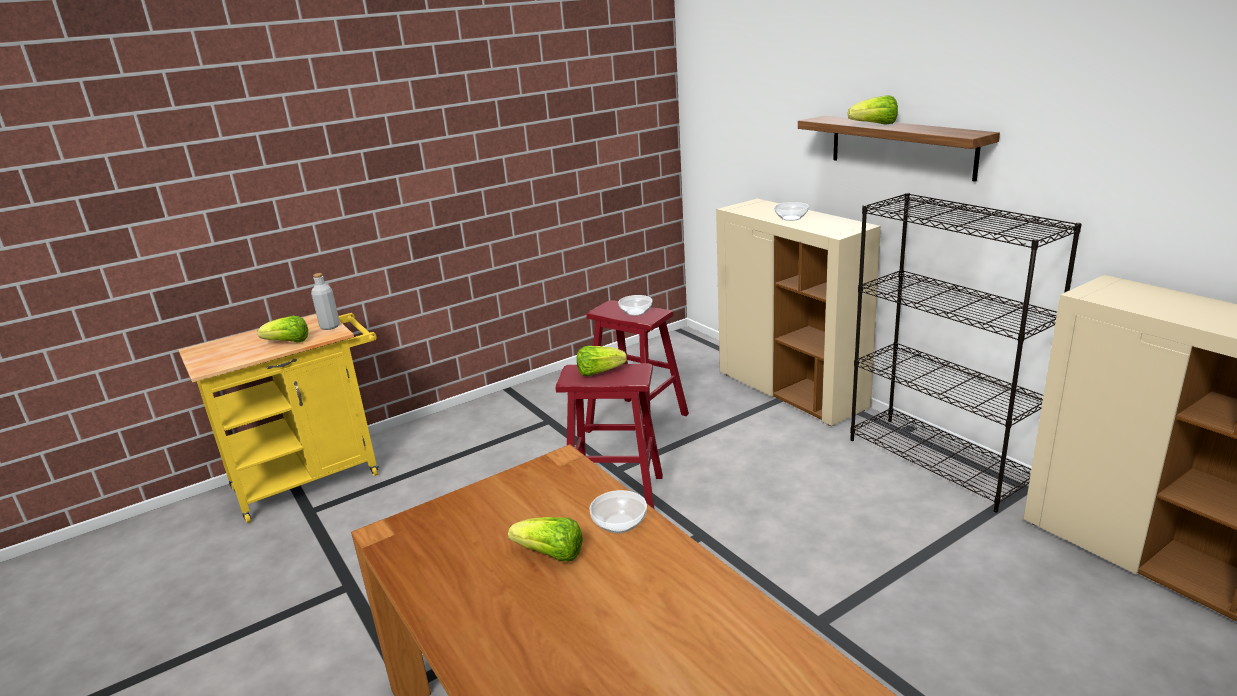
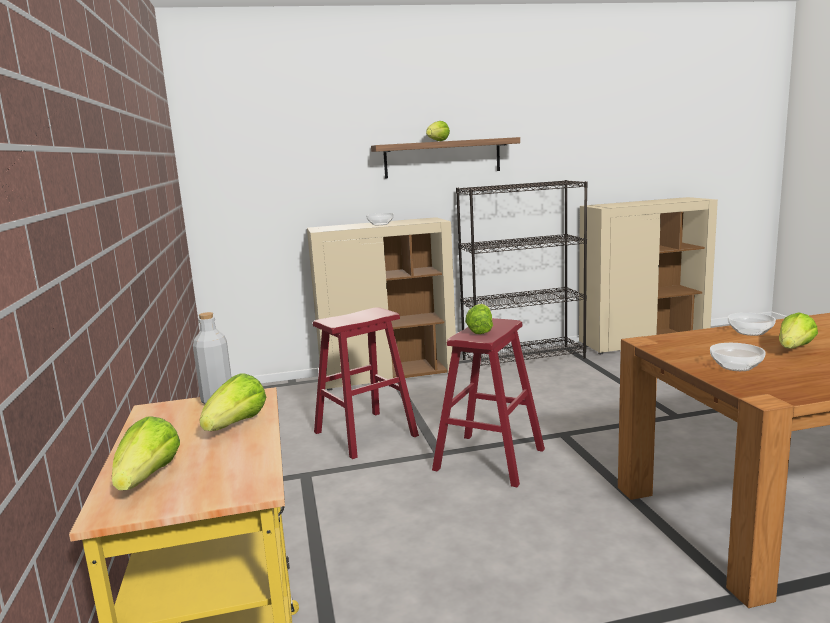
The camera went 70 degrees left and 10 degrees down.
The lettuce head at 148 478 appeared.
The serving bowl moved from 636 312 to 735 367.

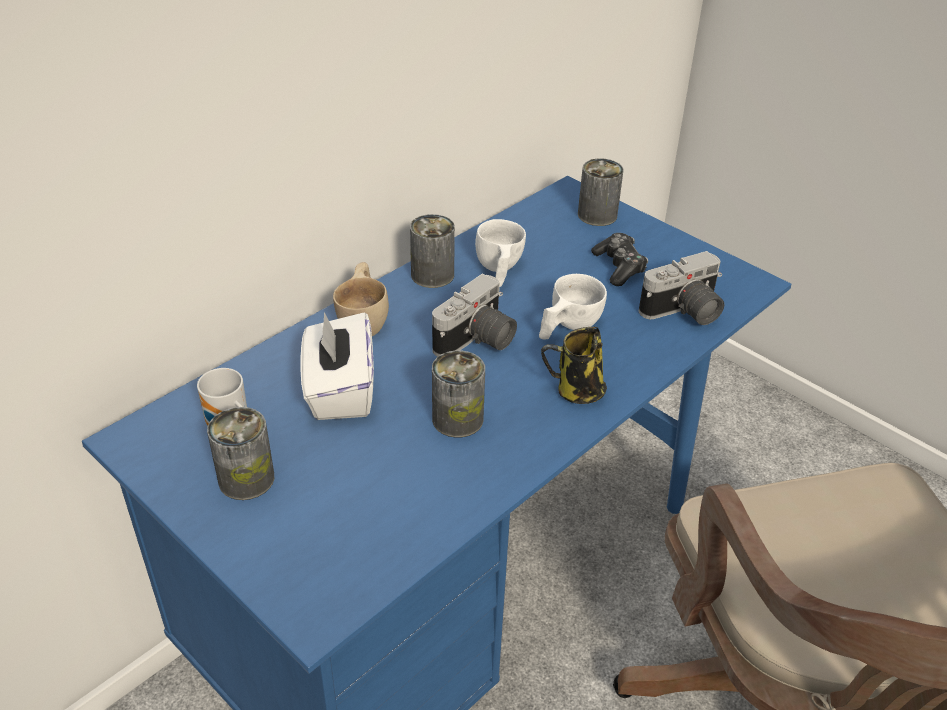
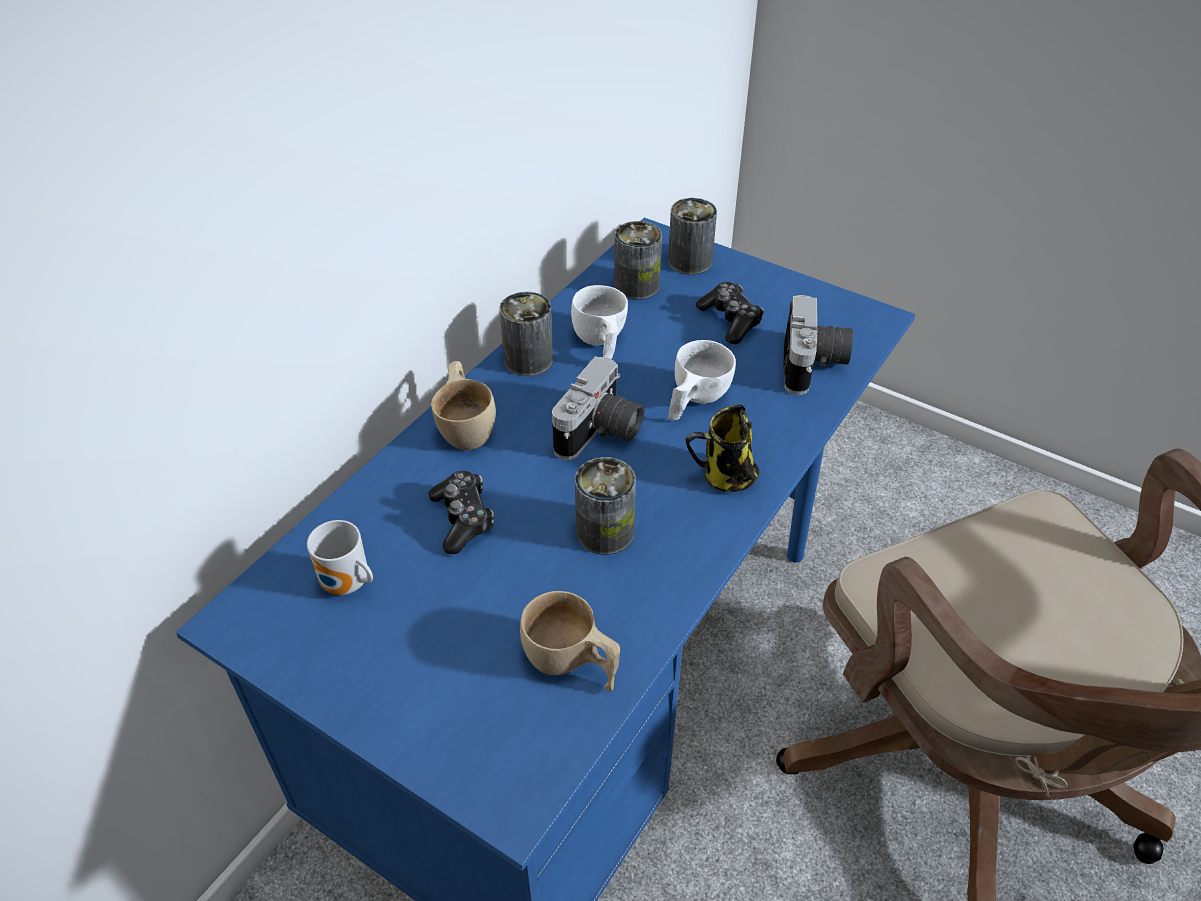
The camera went 10 degrees left and 5 degrees up.
The white-coloured tissue box at 340 391 was replaced by the game controller at 463 519.
The beige small cup at 571 664 appeared.
The sealed can moved from 246 479 to 636 285.
The photo camera at 684 313 turned 45 degrees counterclockwise.

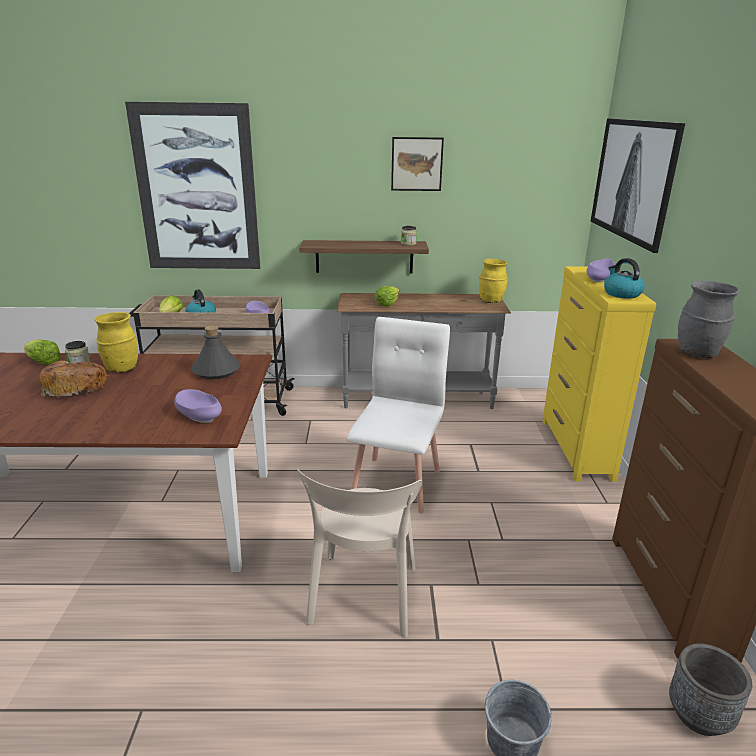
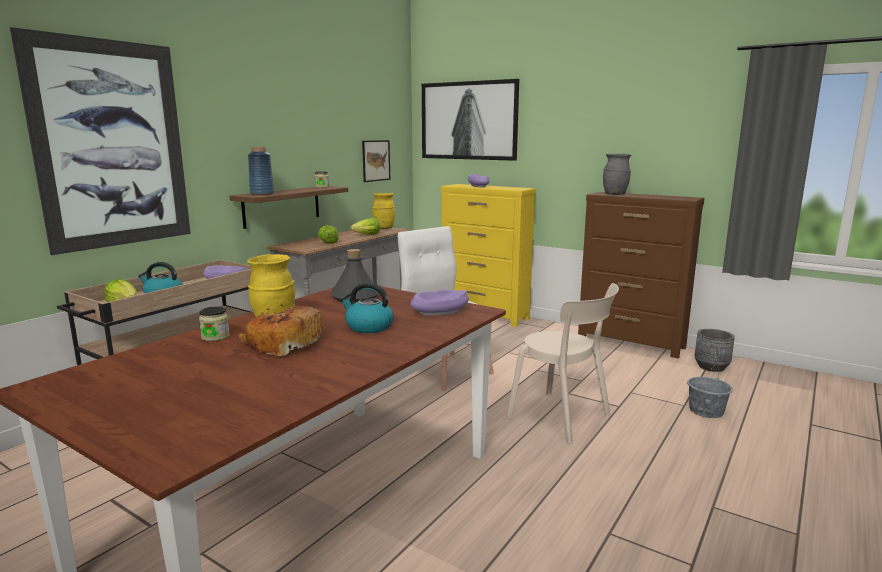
The camera went 55 degrees left and 10 degrees down.
The blue decorative vase at 262 194 appeared.
The water kettle moved from 621 294 to 368 327.
The lettuce head moved from 42 362 to 367 235.
The picture moved from 416 164 to 376 160.

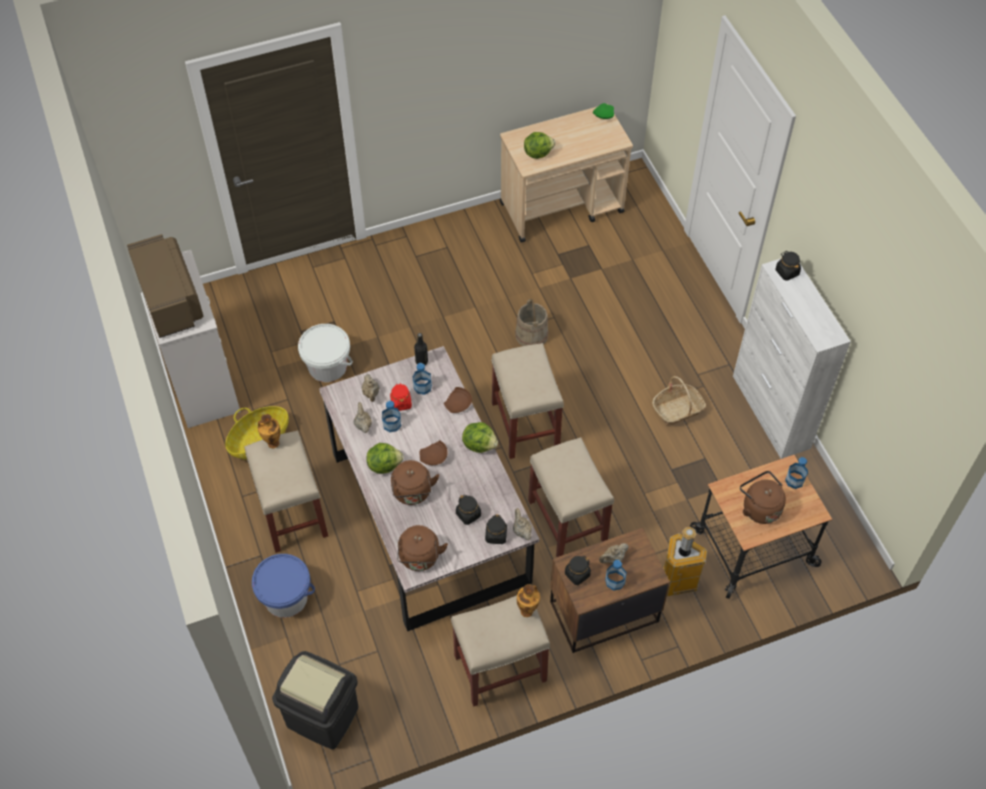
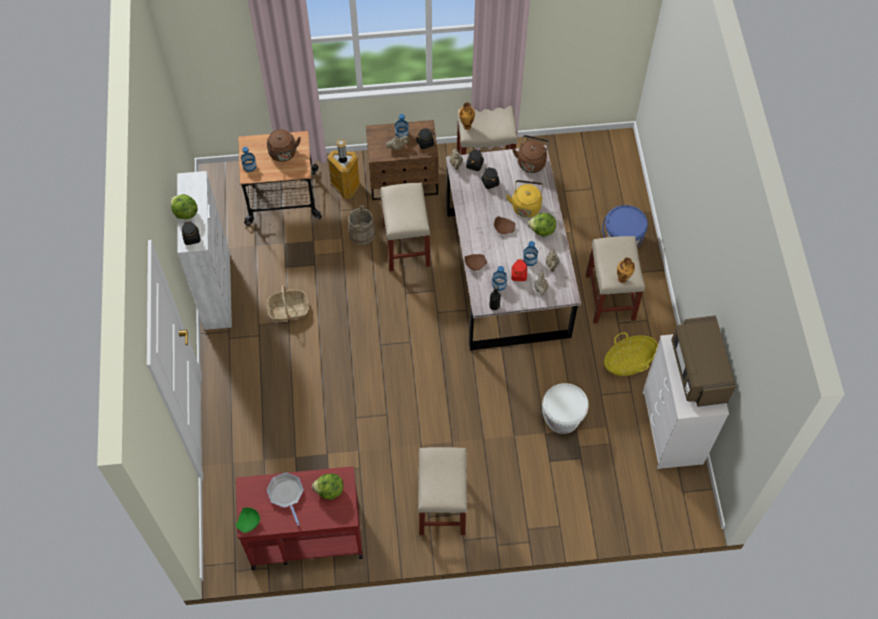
The camera went 165 degrees left and 5 degrees up.
The lettuce head moved from 479 444 to 185 213.
The beige trolley at 562 207 became the red-coloured trolley at 305 535.
The frying pan at 286 494 appeared.
The beige pail moved from 531 335 to 361 233.
The beige stool seat moved from 526 425 to 442 504.
The brownish water kettle at 412 493 became the yellow-coloured water kettle at 526 205.
The black-coloured trash can at 322 717 disappeared.

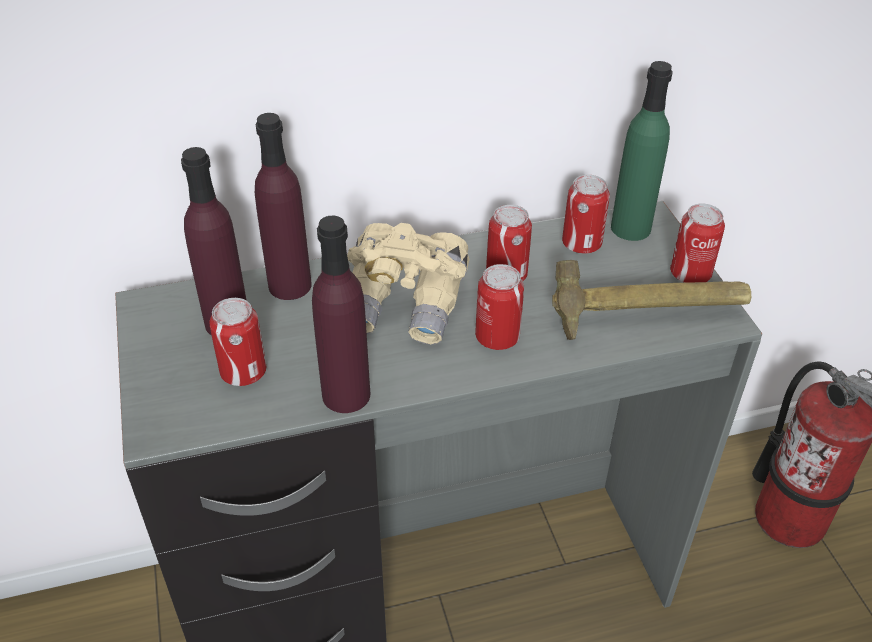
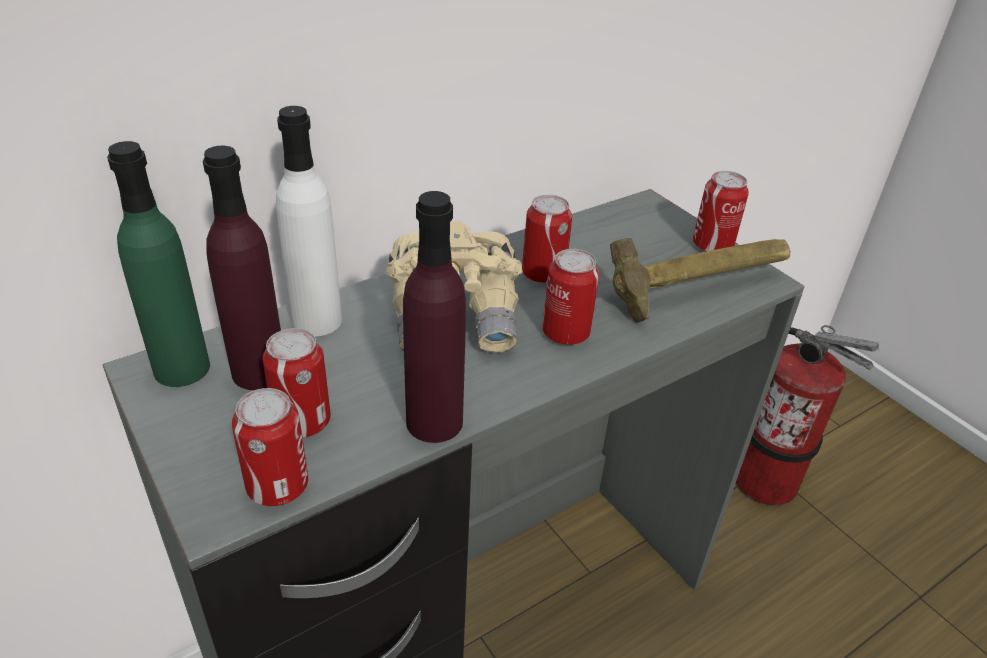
The camera went 20 degrees left and 5 degrees down.
The greenish bottle moved from 630 228 to 182 368.
The sealed can moved from 581 244 to 278 486.
The purple bottle at 290 285 became the white-coloured bottle at 317 320.

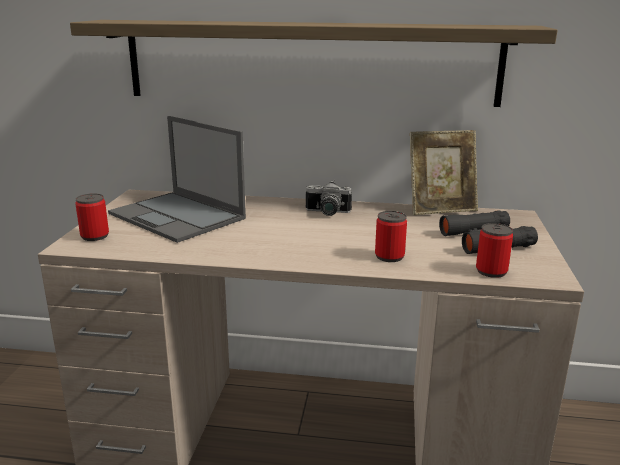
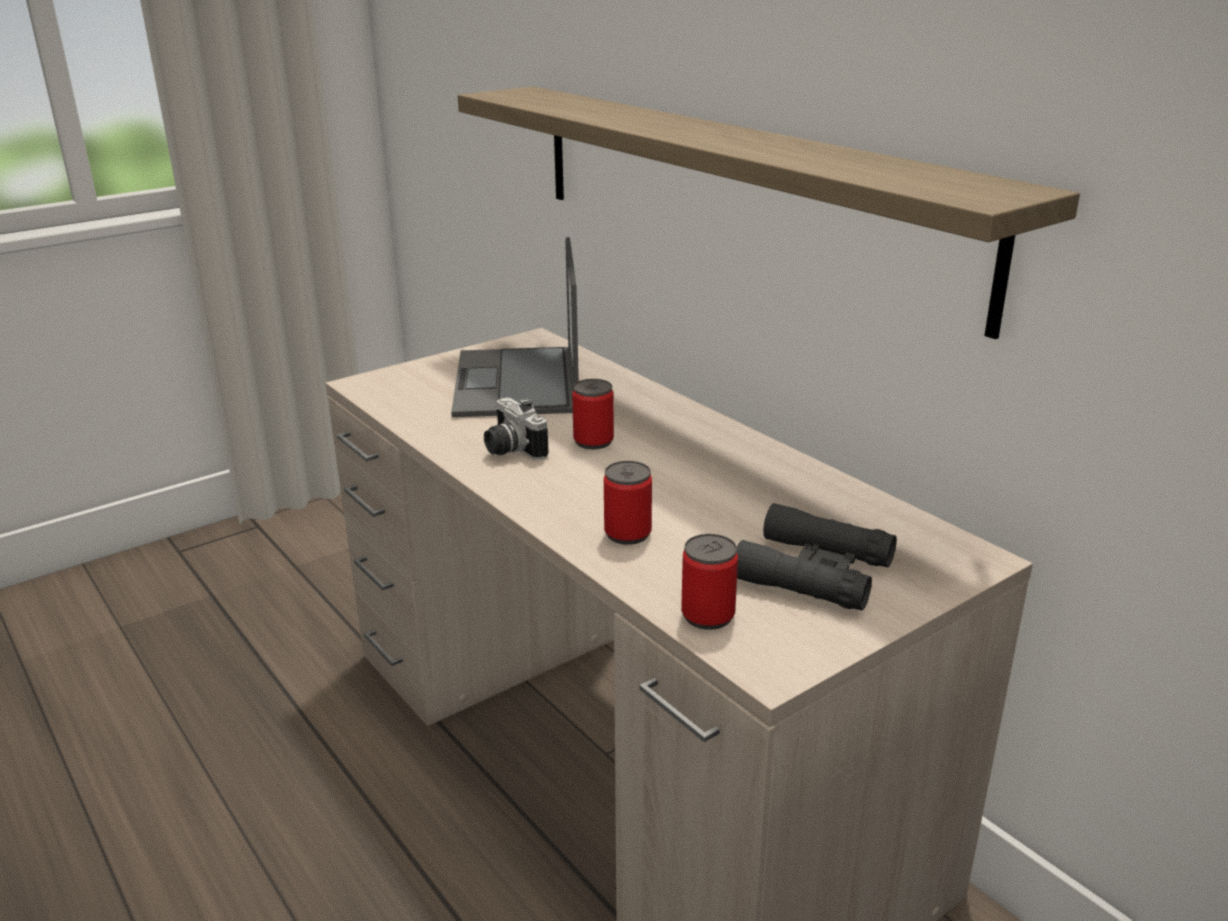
The camera went 45 degrees right and 5 degrees up.
The photo camera moved from 327 213 to 510 449.
The sealed can moved from 95 236 to 593 441.
The picture frame at 441 209 disappeared.

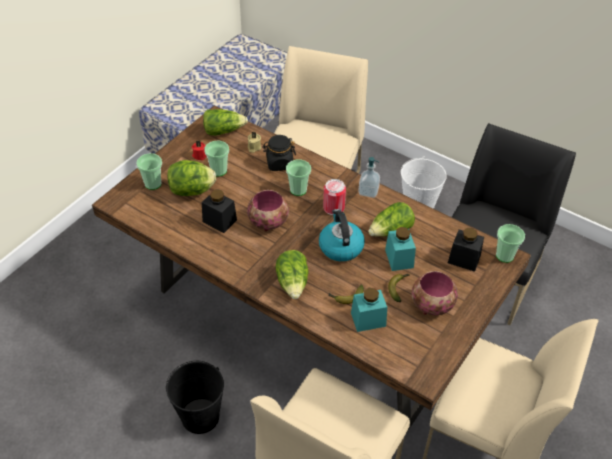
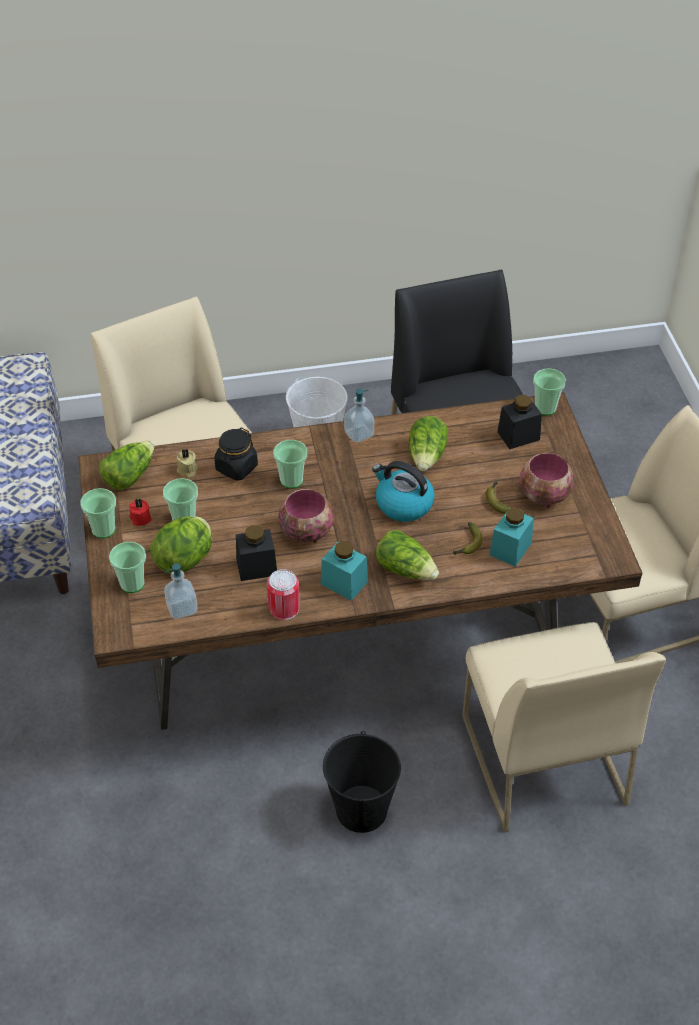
The camera went 45 degrees left and 0 degrees up.
The small cup at 103 529 appeared.
The liquid soap bottle at 182 608 appeared.
The sealed can moved from 333 207 to 284 608.
The blue-green preserve jar moved from 399 259 to 344 583.

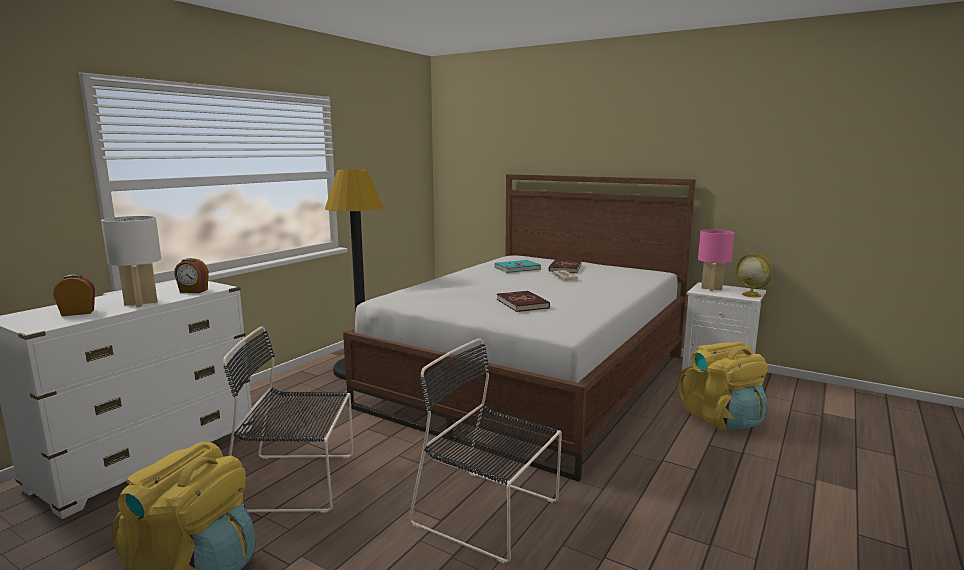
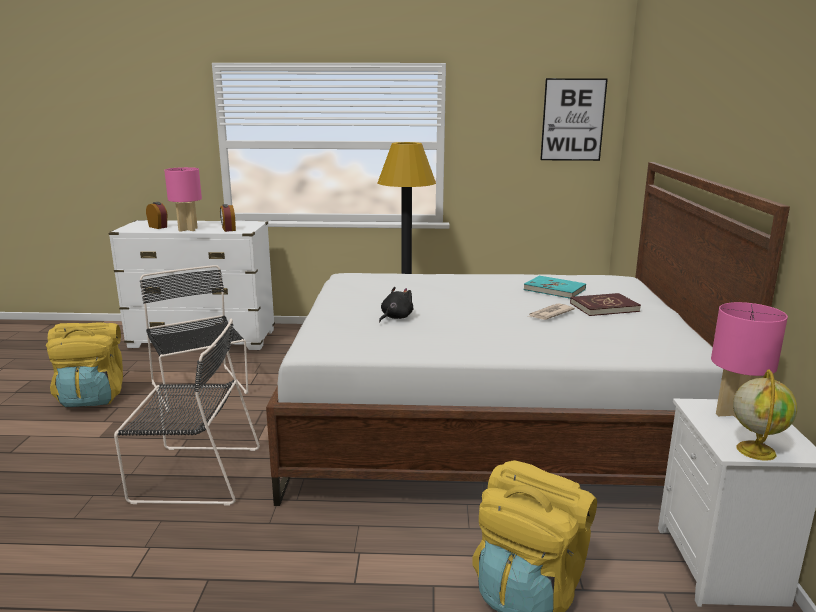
The camera went 60 degrees right and 5 degrees up.
The black-coloured chair at 490 514 turned 90 degrees clockwise.
The white-coloured tabletop lamp at 140 303 became the pink-coloured tabletop lamp at 187 229.
The red-coloured volume at 522 304 was replaced by the black-coloured soft toy at 395 317.
The picture at 573 120 appeared.

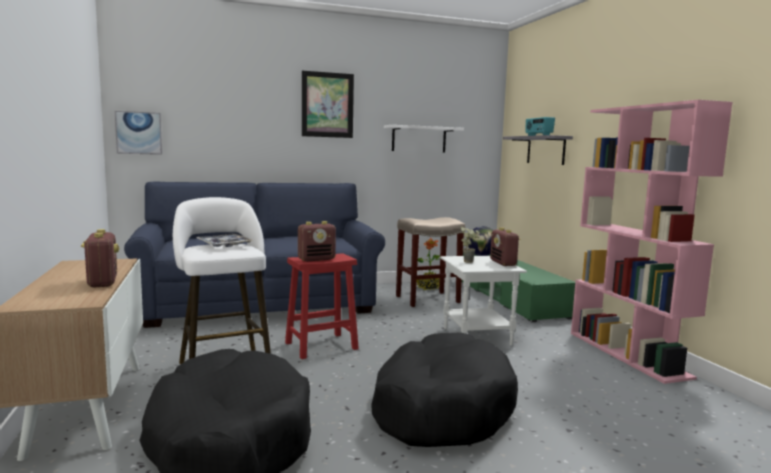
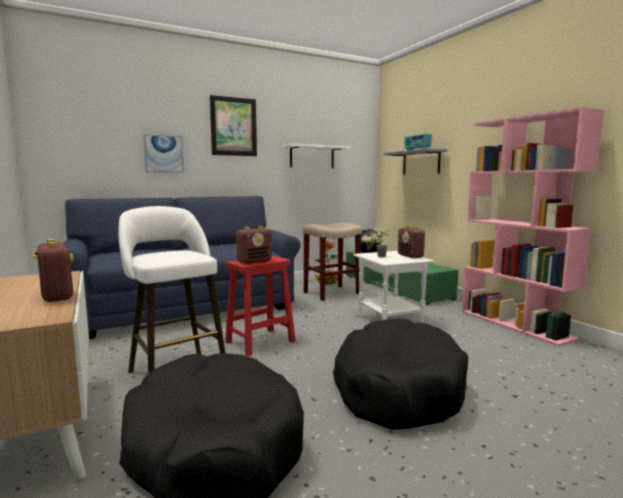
The camera went 10 degrees left and 0 degrees up.
The picture moved from 139 133 to 164 154.
The tray at 224 245 disappeared.

